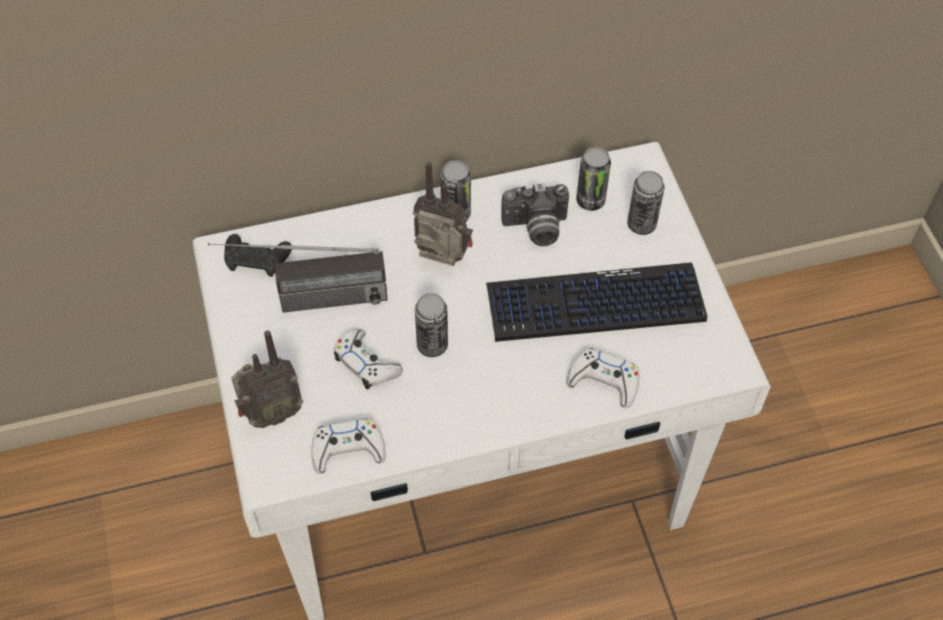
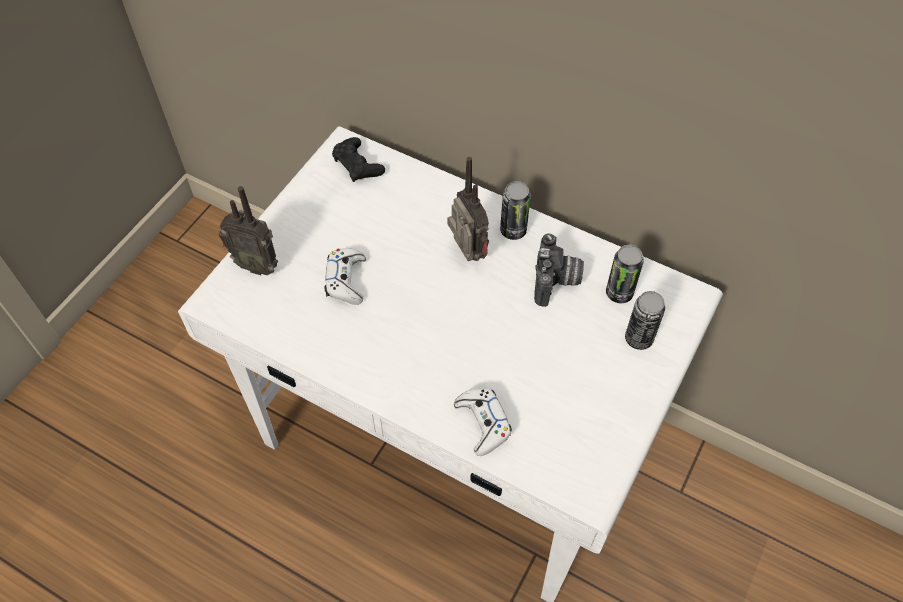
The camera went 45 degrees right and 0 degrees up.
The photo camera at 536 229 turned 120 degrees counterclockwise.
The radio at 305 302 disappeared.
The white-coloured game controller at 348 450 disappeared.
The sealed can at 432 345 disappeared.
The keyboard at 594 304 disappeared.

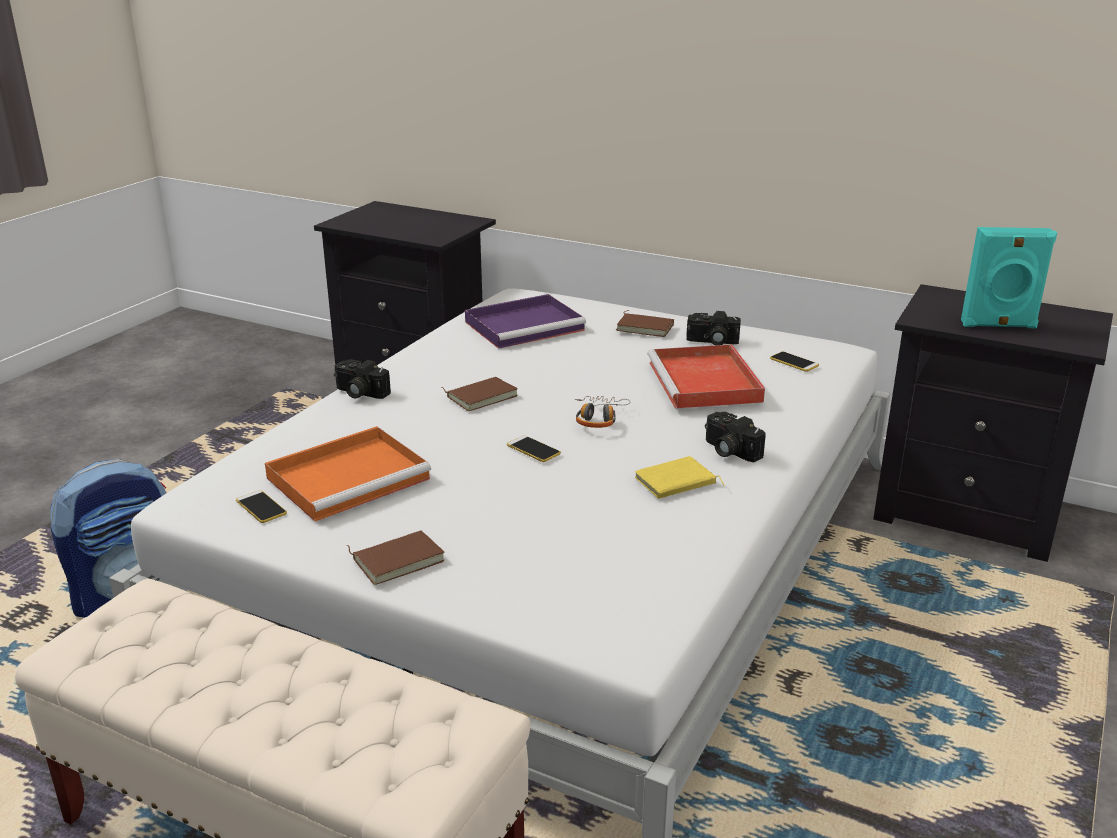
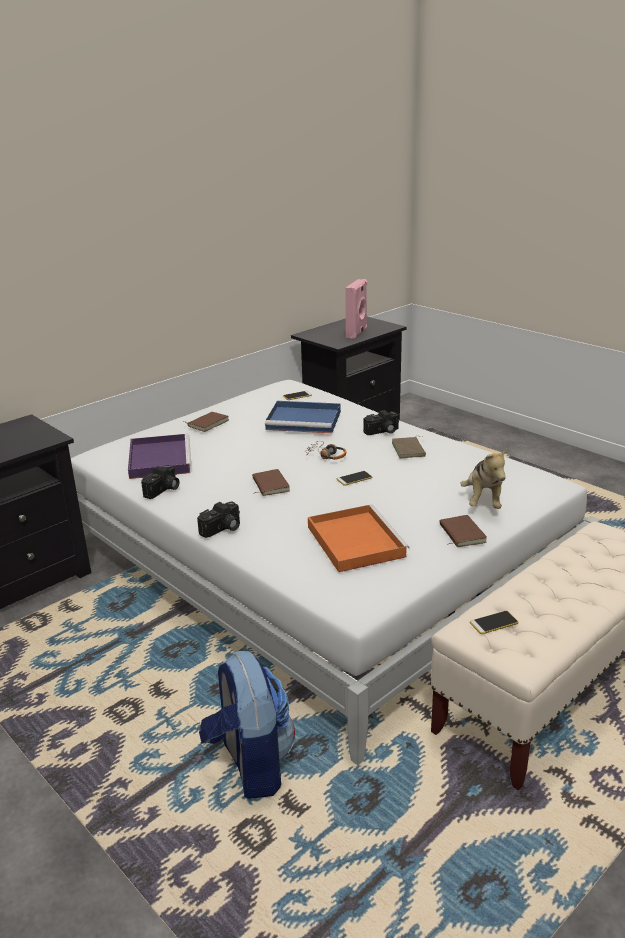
The camera went 70 degrees left and 0 degrees up.
The photo camera moved from 712 342 to 163 490.
The red-coloured tray at 706 383 became the blue tray at 305 420.
The blue-green speaker at 998 325 became the pink-coloured speaker at 357 333.
The yellow-coloured volume at 676 483 became the brownish volume at 409 450.
The soft toy at 483 501 appeared.
The phone moved from 261 507 to 494 623.

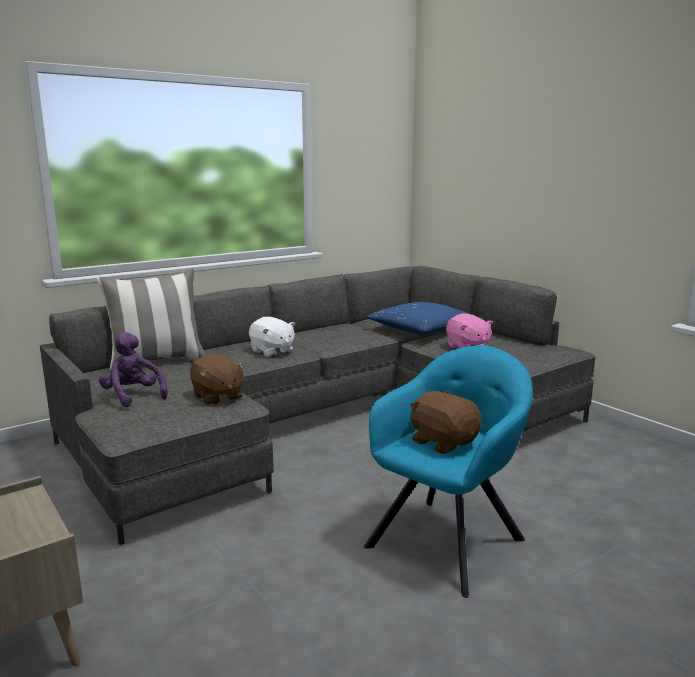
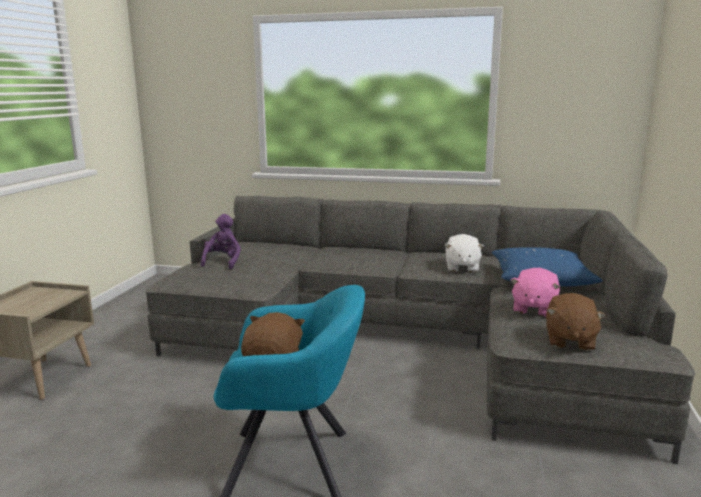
The camera went 50 degrees right and 0 degrees up.
The white-coloured soft toy moved from 272 351 to 462 268.
The brownish soft toy moved from 217 397 to 569 341.
The cushion at 157 360 disappeared.

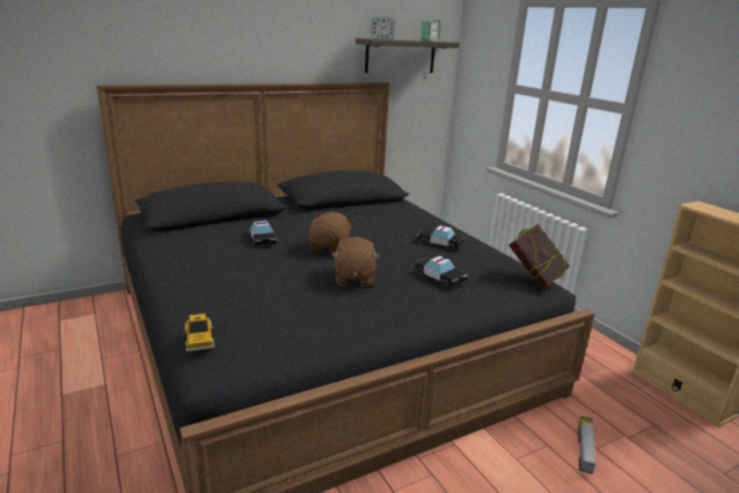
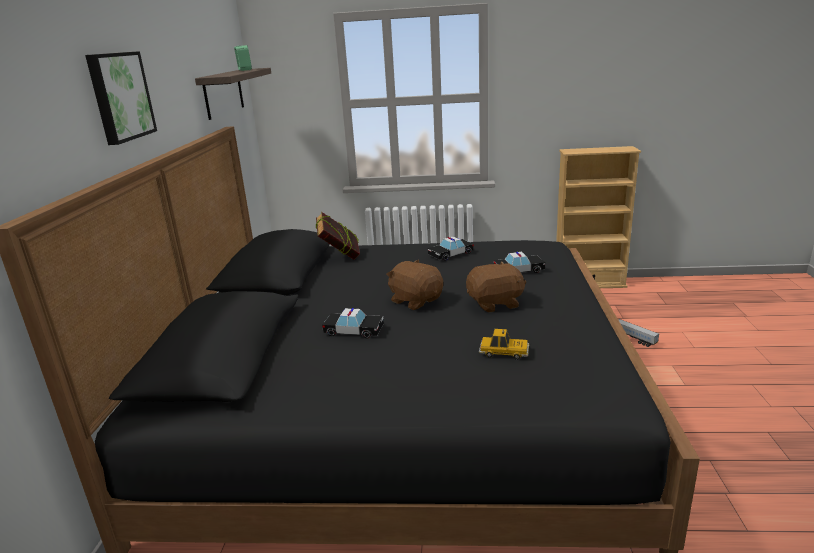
The camera went 55 degrees left and 0 degrees up.
The picture at 119 96 appeared.
The volume moved from 534 279 to 340 257.
The brownish soft toy at 354 278 turned 45 degrees counterclockwise.
The toy car moved from 199 339 to 504 352.
The bedside clock at 382 39 disappeared.

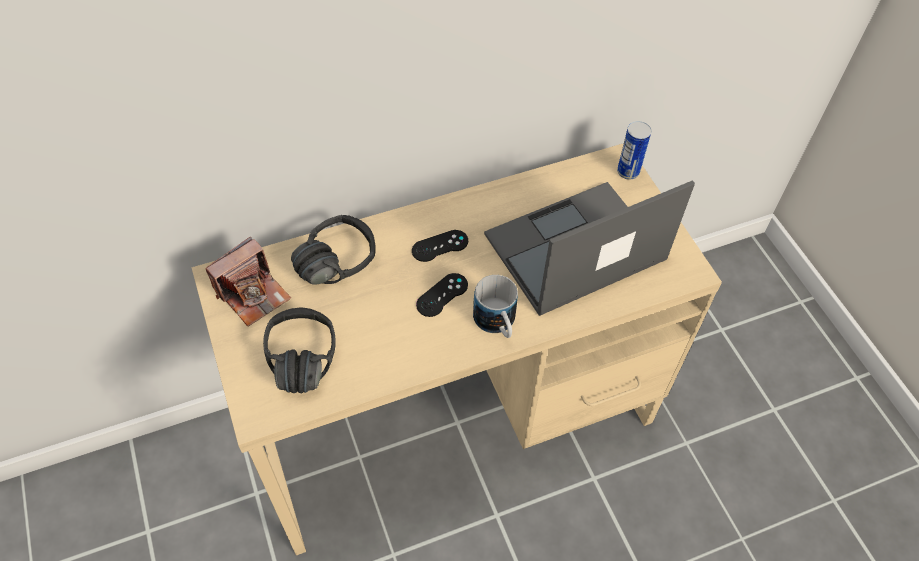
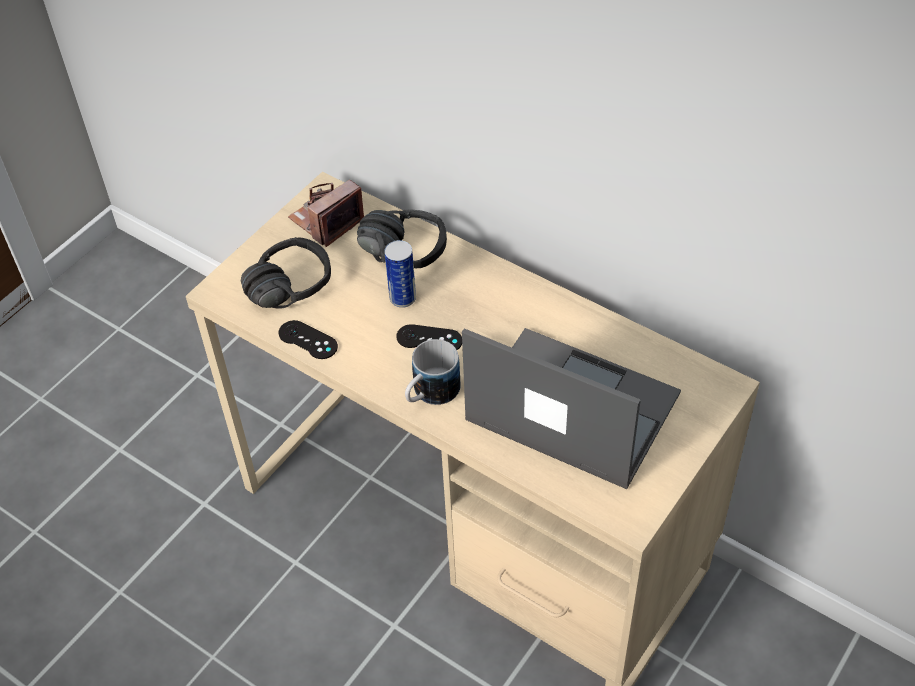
The camera went 60 degrees right and 5 degrees down.
The black-coloured game controller moved from 440 246 to 308 340.
The photo camera at 253 294 turned 120 degrees clockwise.
The sealed can moved from 628 171 to 402 298.

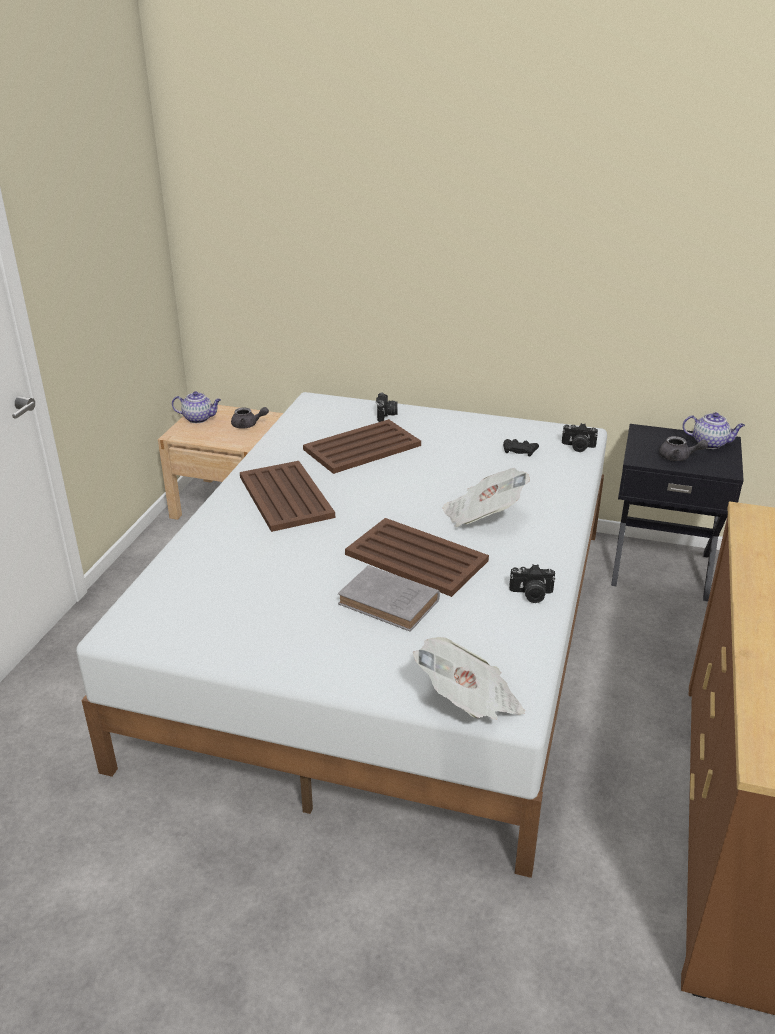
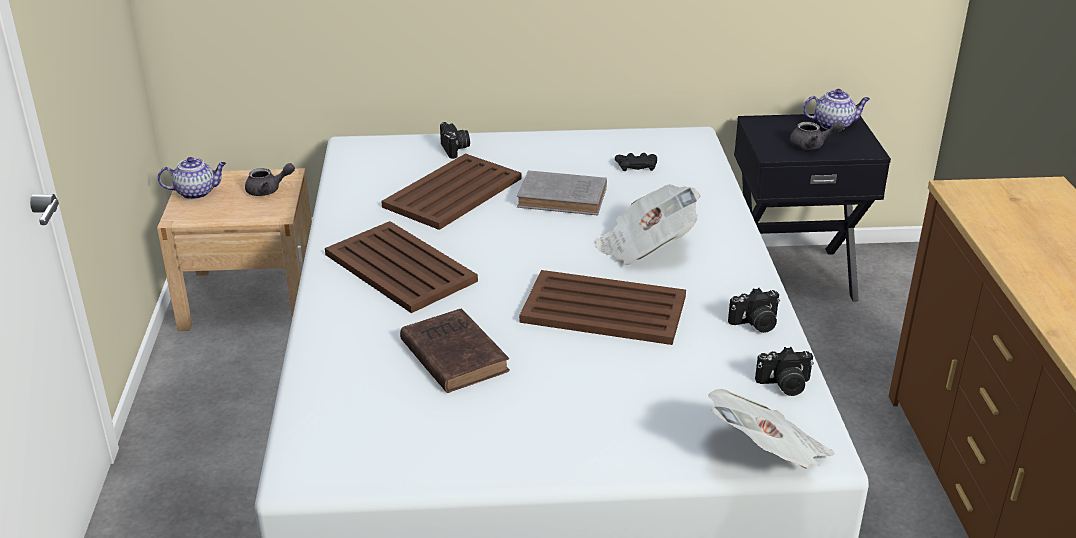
The camera went 20 degrees left and 0 degrees up.
The brownish volume at 452 354 appeared.
The grey volume moved from 391 603 to 564 198.
The photo camera moved from 578 447 to 784 385.

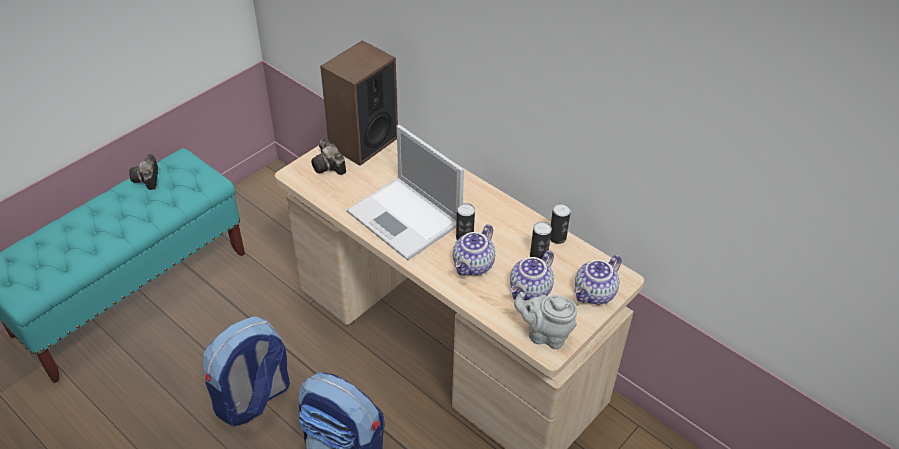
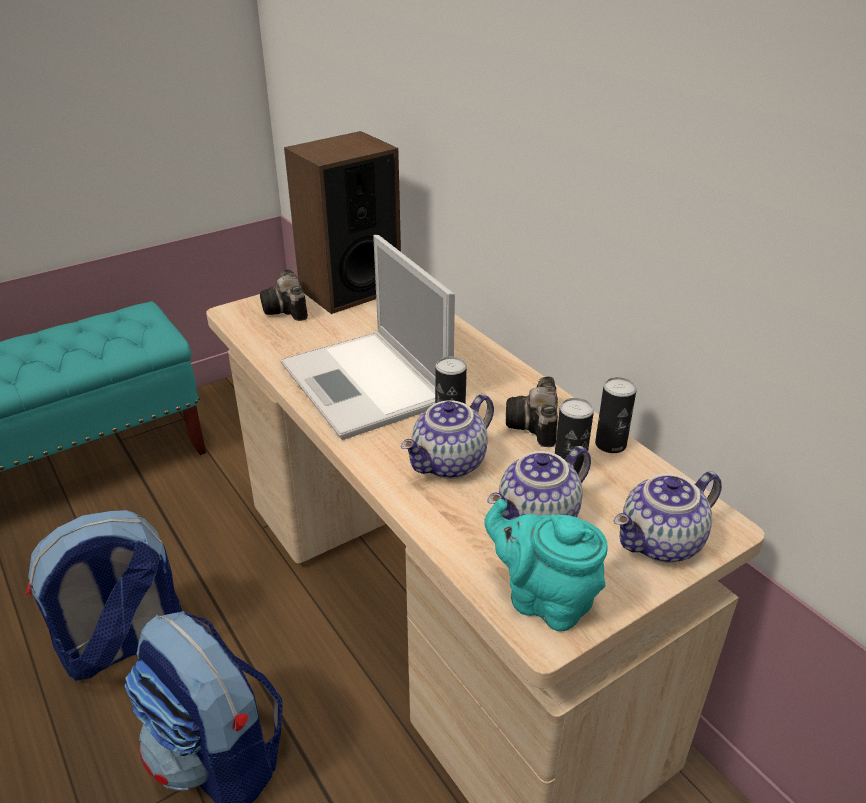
The camera went 15 degrees right and 10 degrees down.
The grey teapot at 545 335 became the blue-green teapot at 544 600.
The photo camera moved from 147 180 to 535 427.

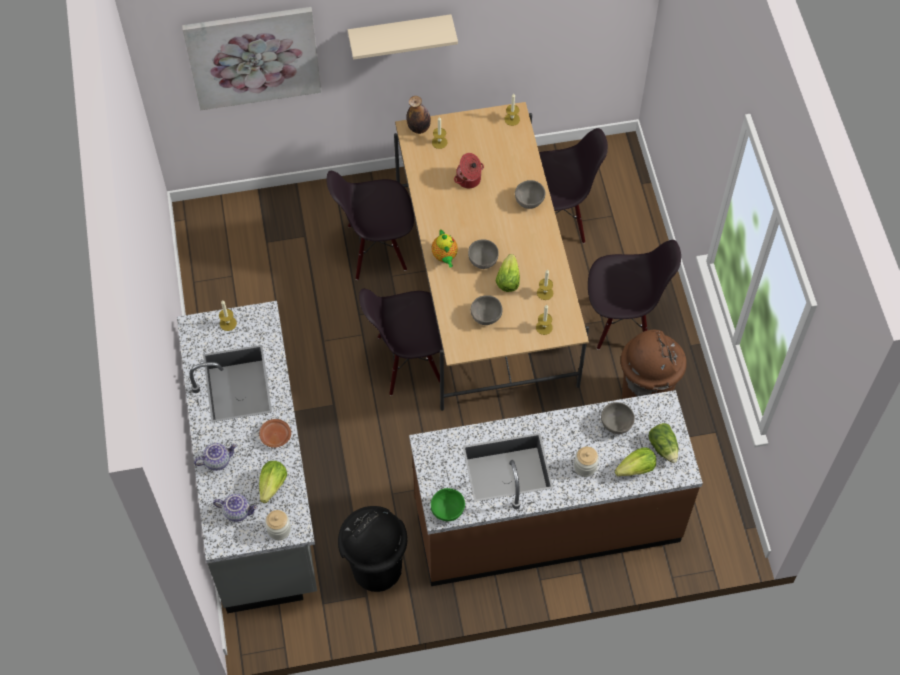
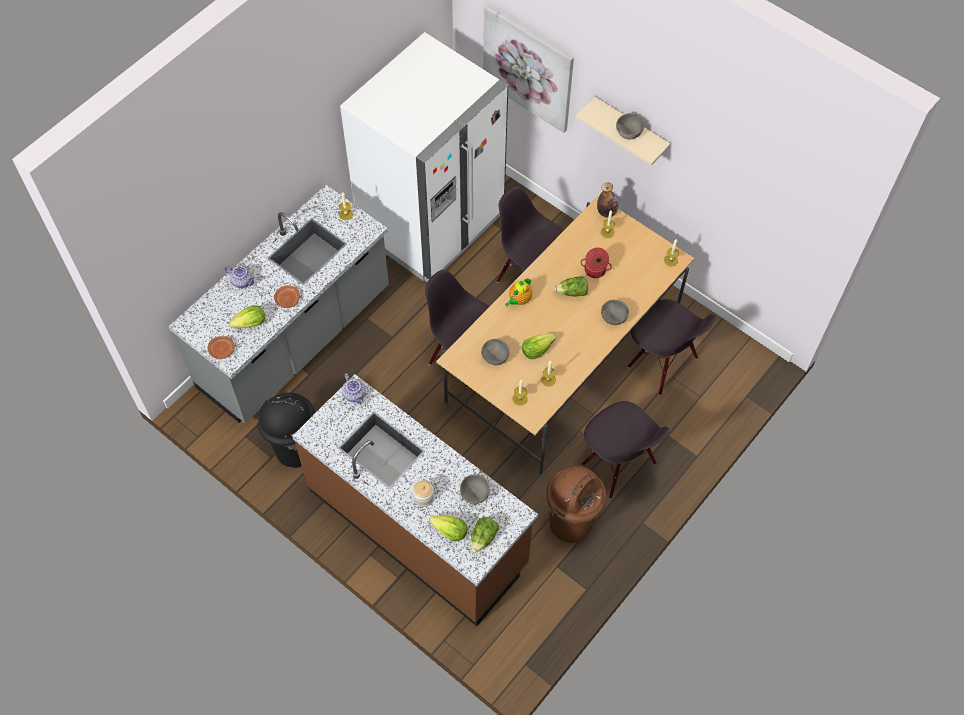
The camera went 50 degrees right and 0 degrees up.
The preserve jar at 279 529 was replaced by the brownish plate at 222 350.
The white-coloured kitchen fridge at 431 225 appeared.
The teapot moved from 237 511 to 355 394.
The lettuce head at 572 292 appeared.
The grey serving bowl moved from 482 261 to 628 133.
The greenish serving bowl at 448 510 disappeared.

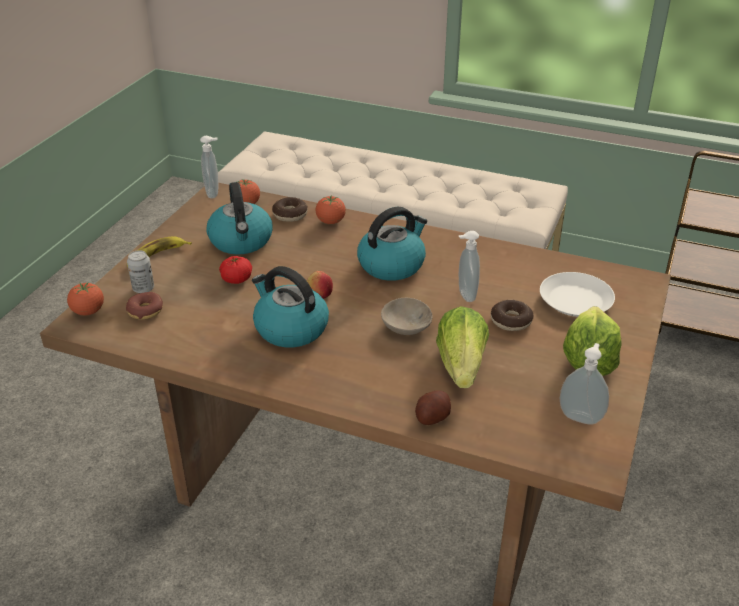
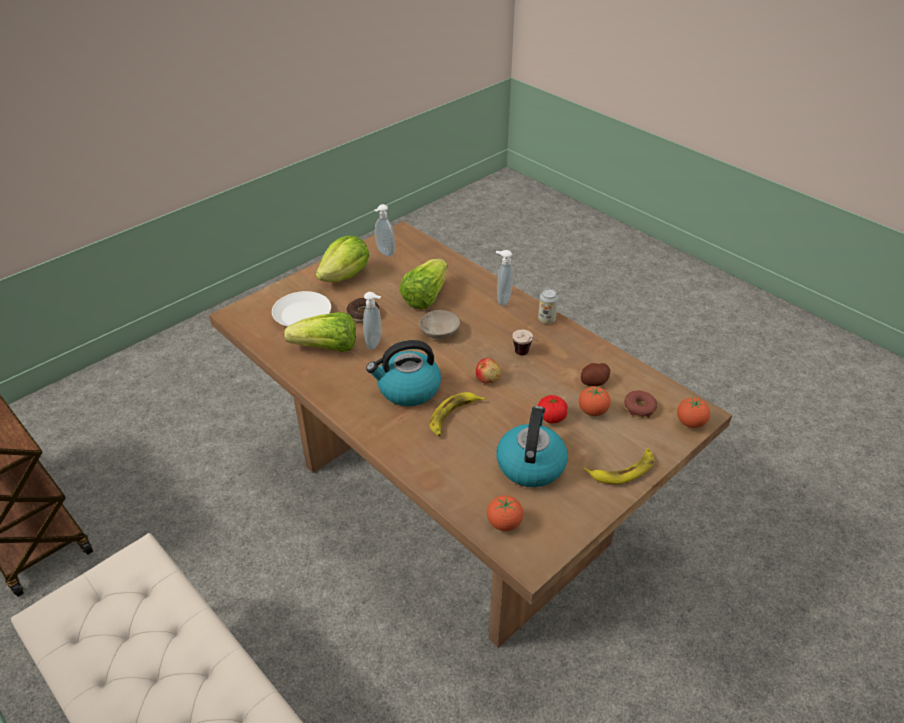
The camera went 155 degrees left and 5 degrees up.
The lettuce head at 327 348 appeared.
The banana at 453 416 appeared.
The liquid soap bottle moved from 214 193 to 502 299.
The water kettle at 290 328 was replaced by the small cup at 525 356.
The sealed can moved from 143 288 to 546 319.
The fresh tomato moved from 330 222 to 592 411.
The potato moved from 432 417 to 594 382.
The donut at 290 215 disappeared.

